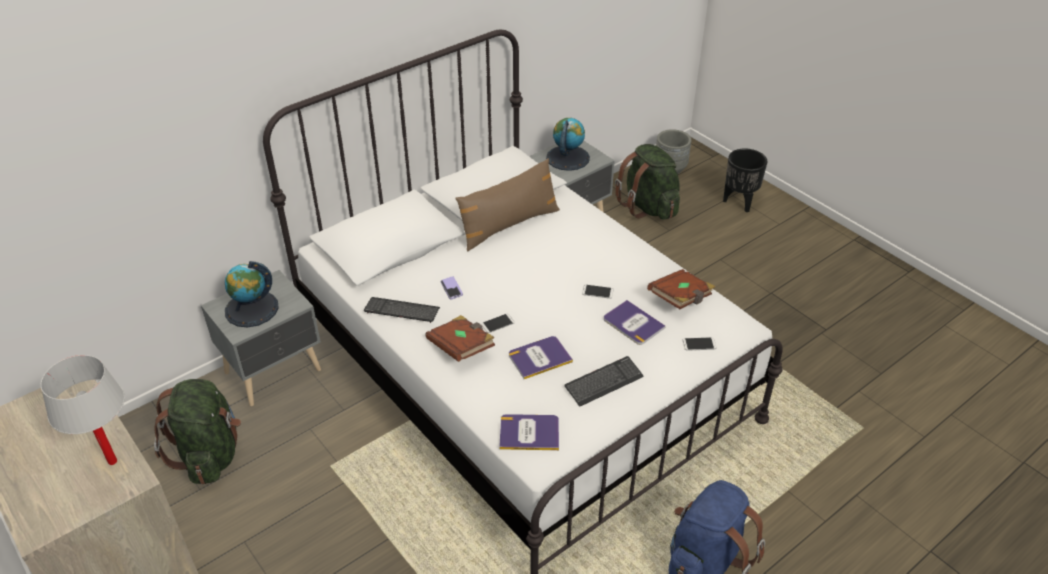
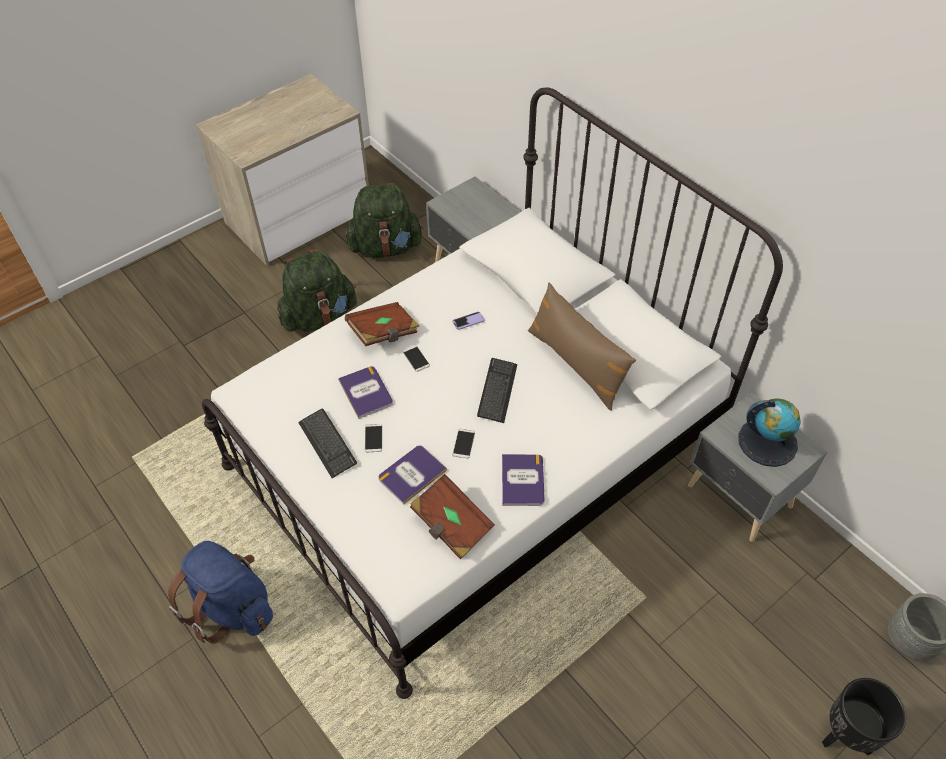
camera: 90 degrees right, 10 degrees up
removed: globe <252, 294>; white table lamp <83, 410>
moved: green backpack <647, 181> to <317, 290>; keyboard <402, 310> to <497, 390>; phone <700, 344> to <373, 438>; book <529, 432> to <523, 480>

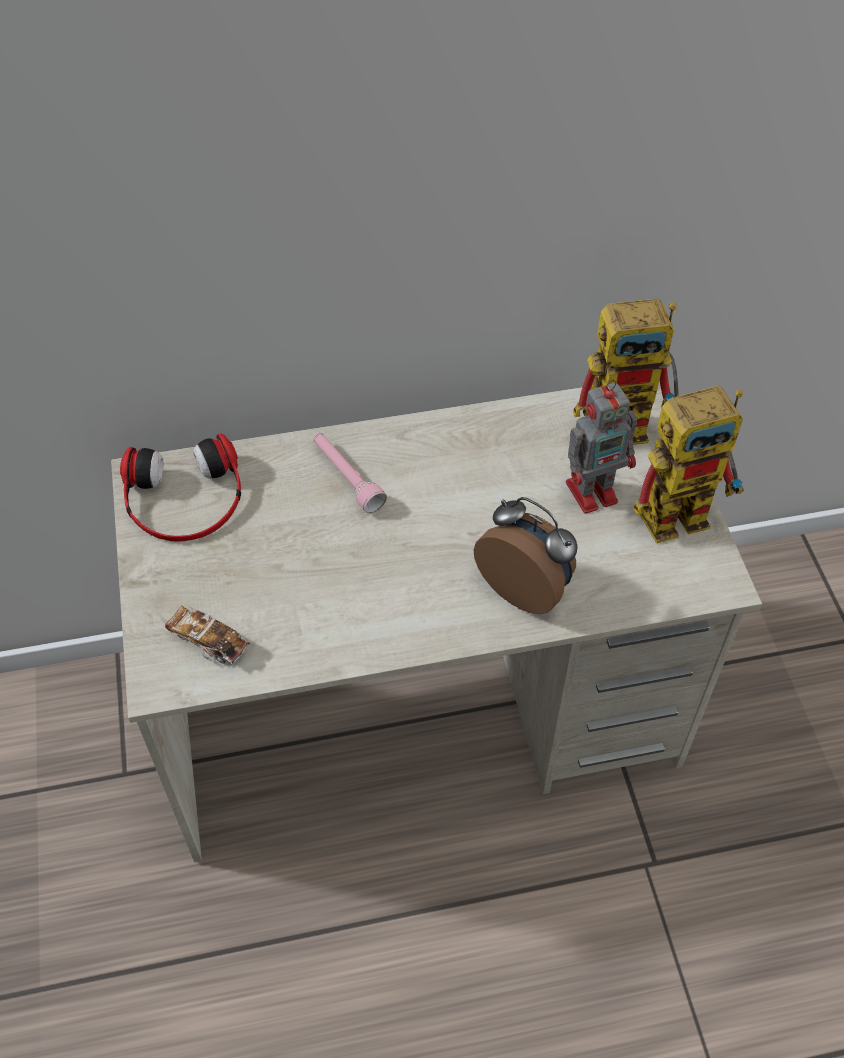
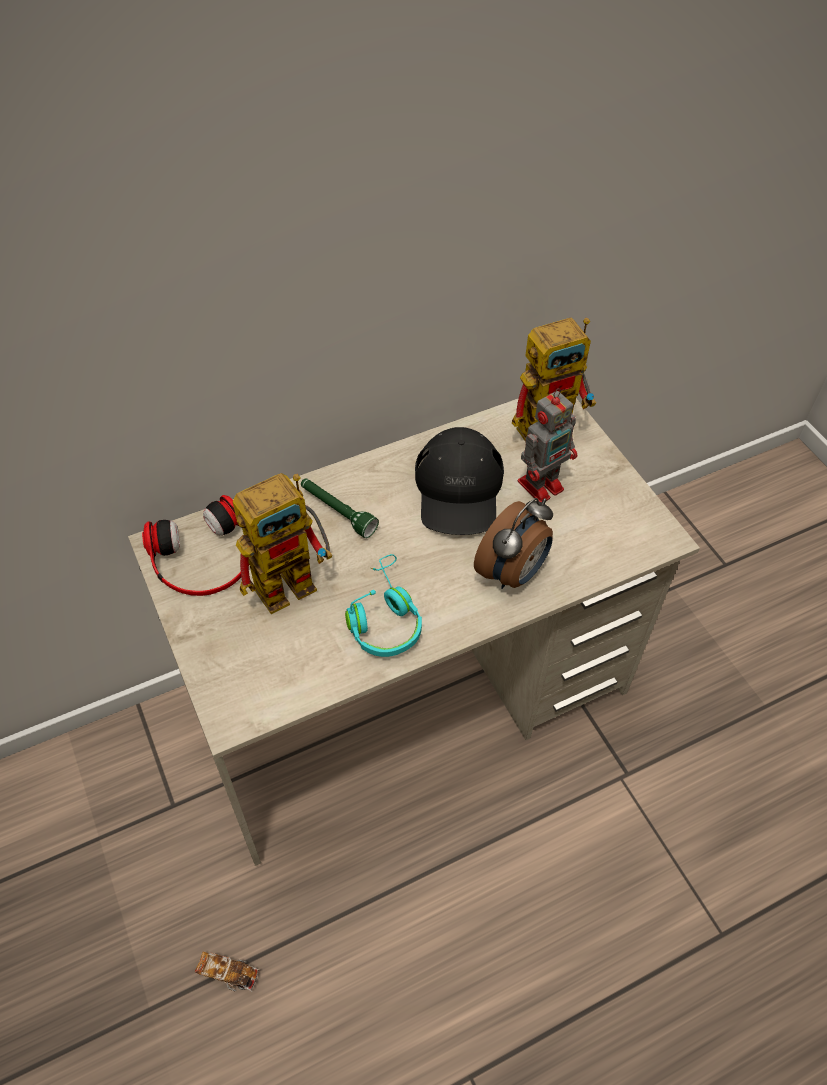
camera: 15 degrees left, 0 degrees up
added: black cap <459, 481>; turquoise headphones <383, 605>
moved: toy robot <688, 464> to <282, 543>; toy car <207, 635> to <227, 971>
recoloured: pink flashlight <350, 472> to green flashlight <340, 508>
turned: alarm clock <526, 555> = <513, 543> 105 degrees clockwise

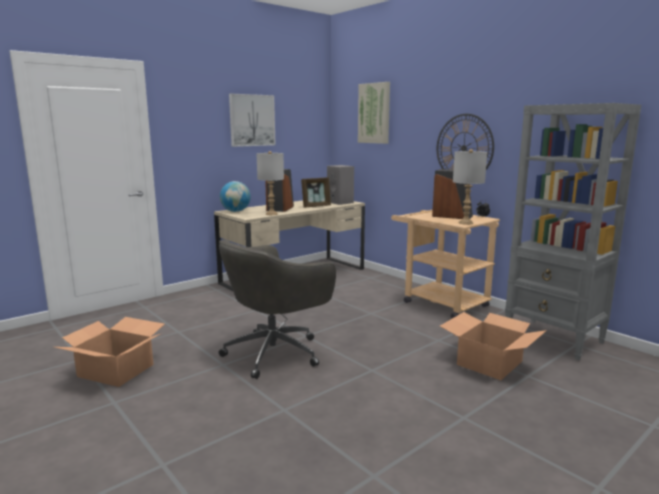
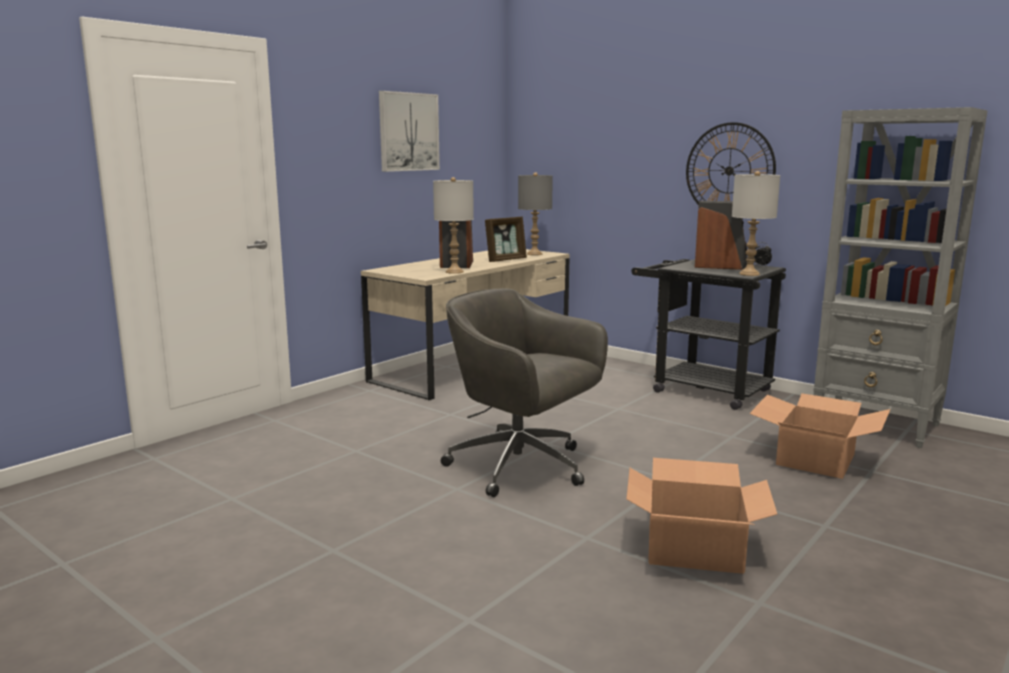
camera: 10 degrees left, 0 degrees up
removed: picture <374, 113>; globe <235, 196>
moved: cardboard box <110, 352> to <701, 516>
replaced: grey speaker <340, 185> to grey table lamp <535, 213>
recoloured: beige cart <445, 264> to black cart <708, 334>
turned: grey office chair <277, 309> = <524, 393> 90 degrees clockwise

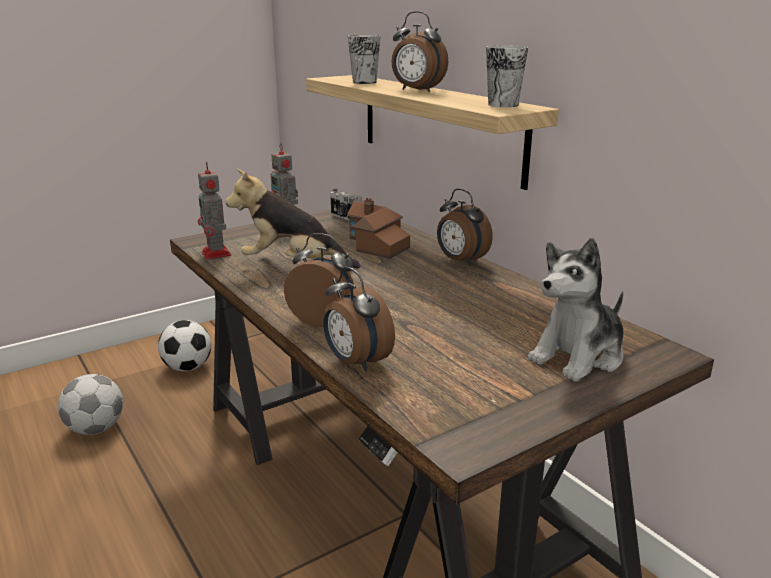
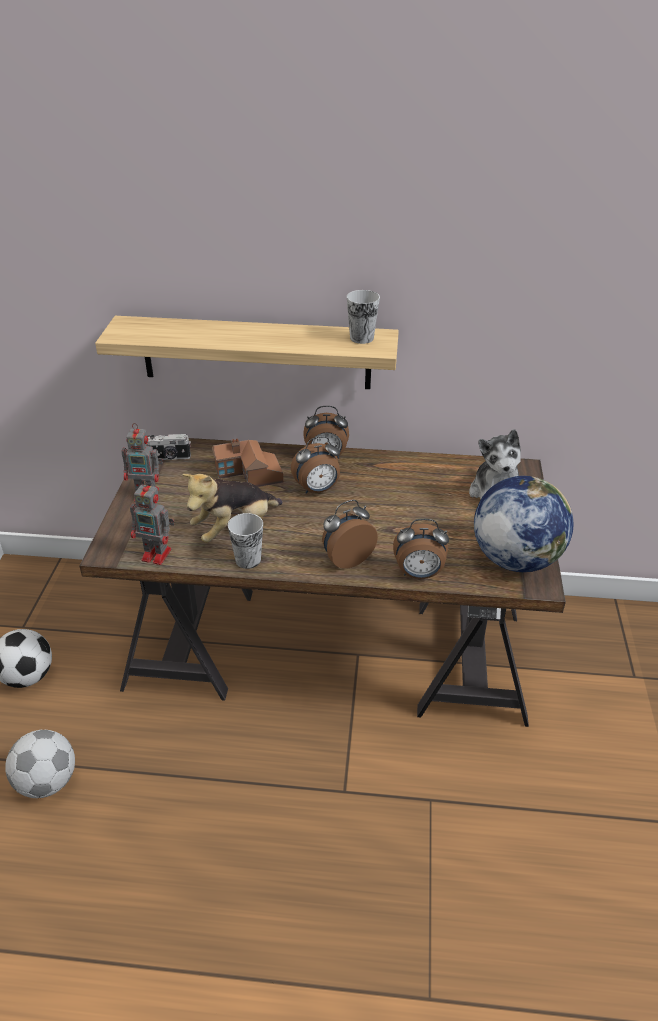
camera: 50 degrees left, 15 degrees up
added: globe <524, 524>
moved: alarm clock <419, 51> to <315, 465>; cup <364, 59> to <245, 541>

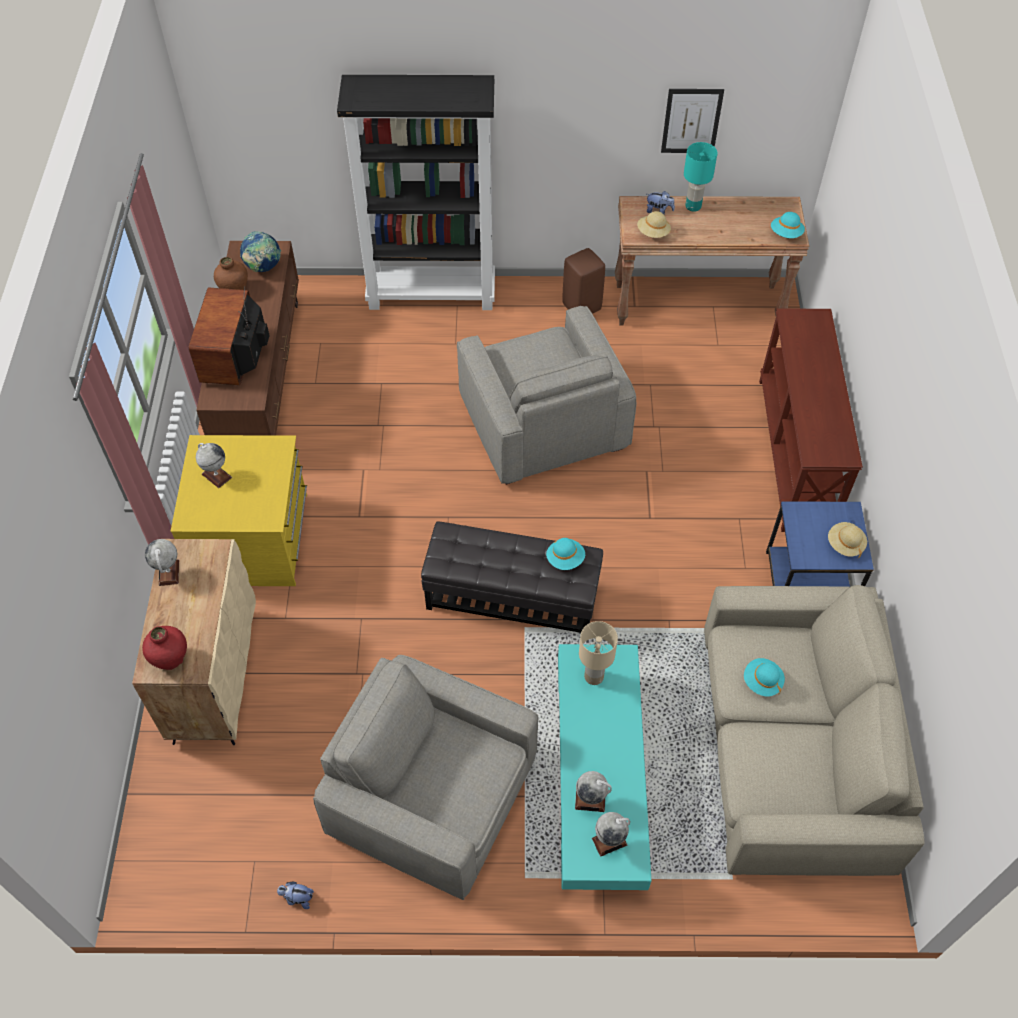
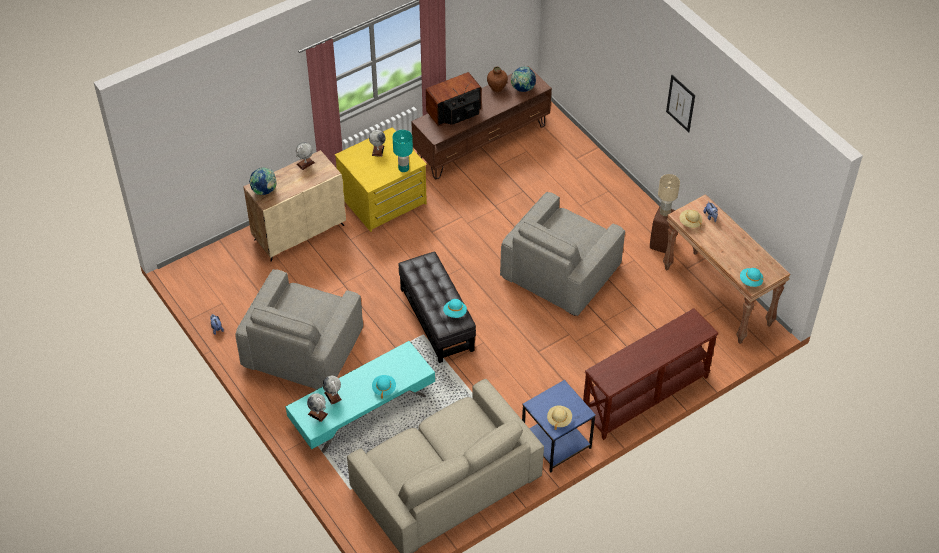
camera: 55 degrees right, 5 degrees down
removed: black bookcase <416, 192>
moved: picture <692, 121> to <680, 103>; turquoise table lamp <700, 177> to <403, 151>; beige table lamp <598, 653> to <669, 195>; turquoise hat <764, 677> to <384, 387>
replaced: red vase <164, 648> to globe <263, 181>
turned: grey armchair <426, 777> = <299, 329> 150 degrees counterclockwise

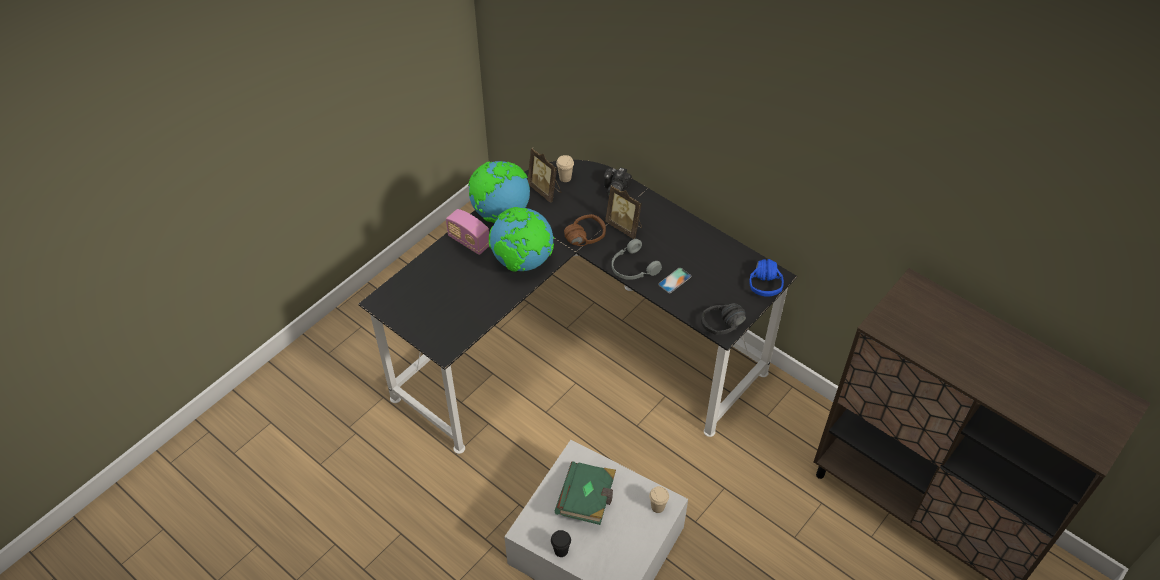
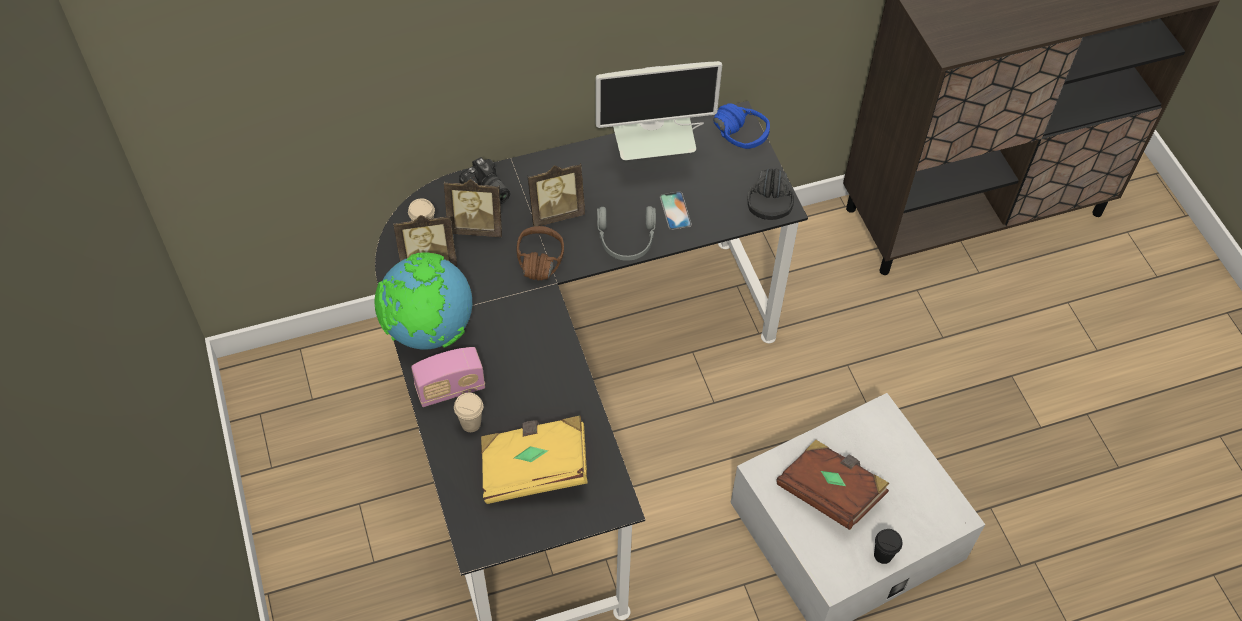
camera: 60 degrees left, 5 degrees up
removed: globe <521, 239>
added: monitor <659, 110>; picture frame <473, 208>; yellow book <534, 460>
moved: beige cup <659, 499> to <468, 412>
recoloured: green book <585, 493> to brown book <832, 485>

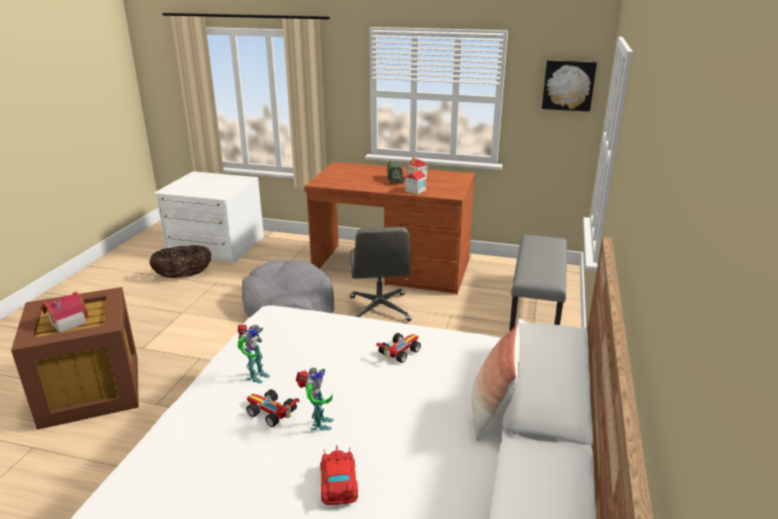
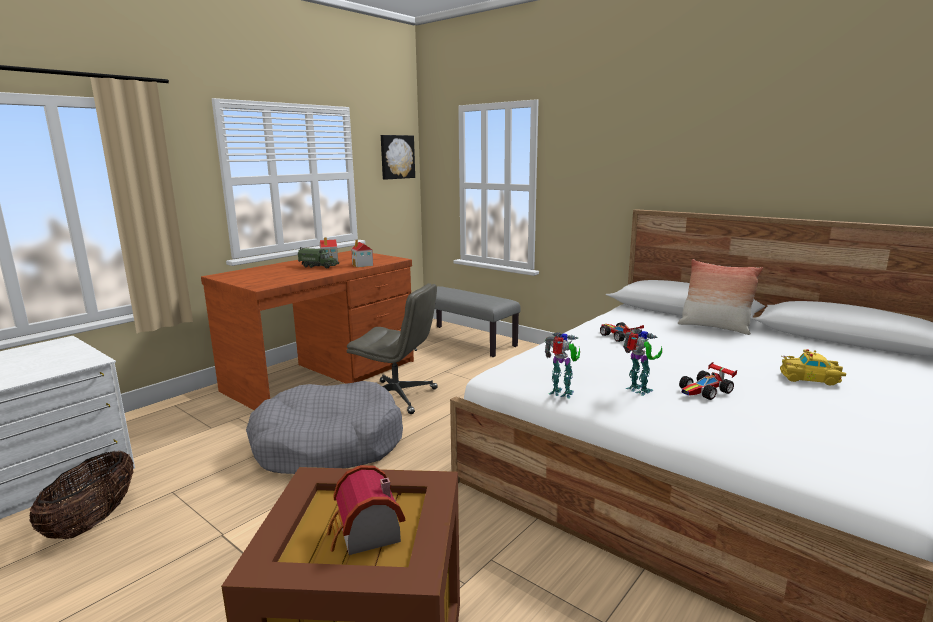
camera: 65 degrees left, 10 degrees down
moved: toy robot <315, 399> to <562, 365>
recoloured: red toy car <339, 475> to yellow toy car <813, 367>

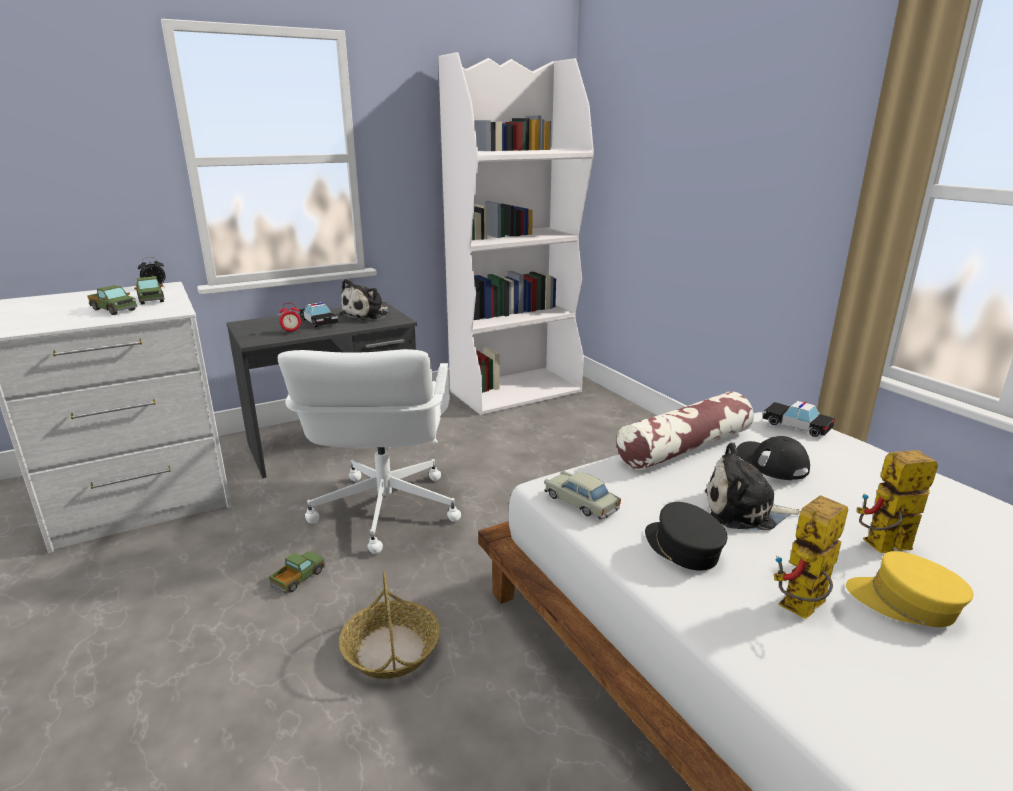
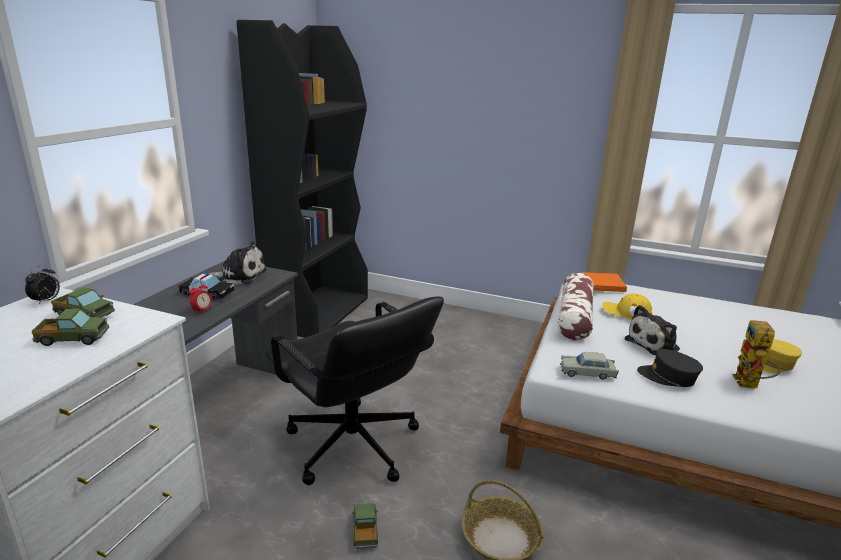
camera: 40 degrees left, 0 degrees up
removed: toy robot <897, 501>
replaced: toy car <799, 419> to orange book <603, 282>
recoloured: white bookcase <516, 233> to black bookcase <302, 179>; white office chair <369, 451> to black office chair <354, 390>; black cap <773, 458> to yellow cap <627, 306>
turned: plush toy <364, 299> = <238, 263> 75 degrees counterclockwise

